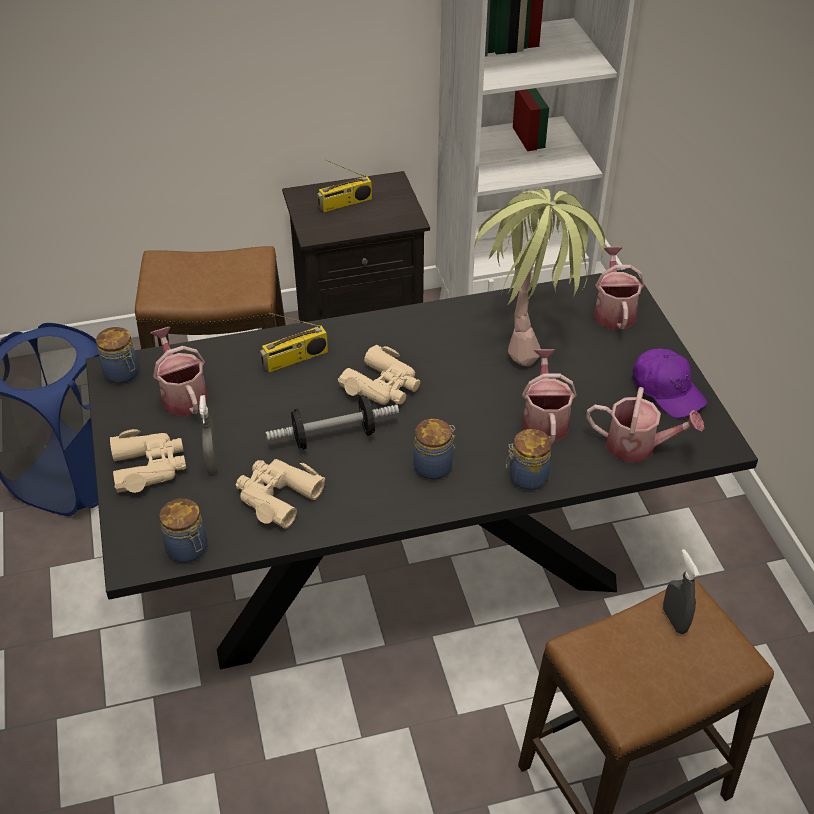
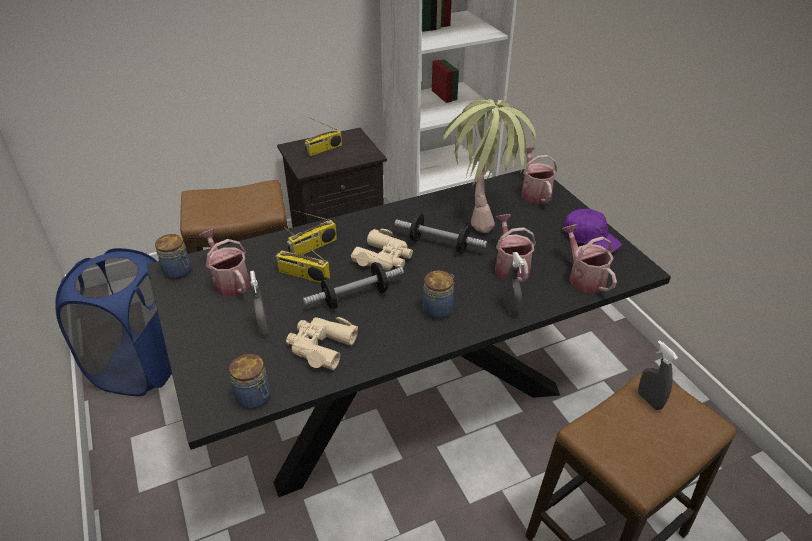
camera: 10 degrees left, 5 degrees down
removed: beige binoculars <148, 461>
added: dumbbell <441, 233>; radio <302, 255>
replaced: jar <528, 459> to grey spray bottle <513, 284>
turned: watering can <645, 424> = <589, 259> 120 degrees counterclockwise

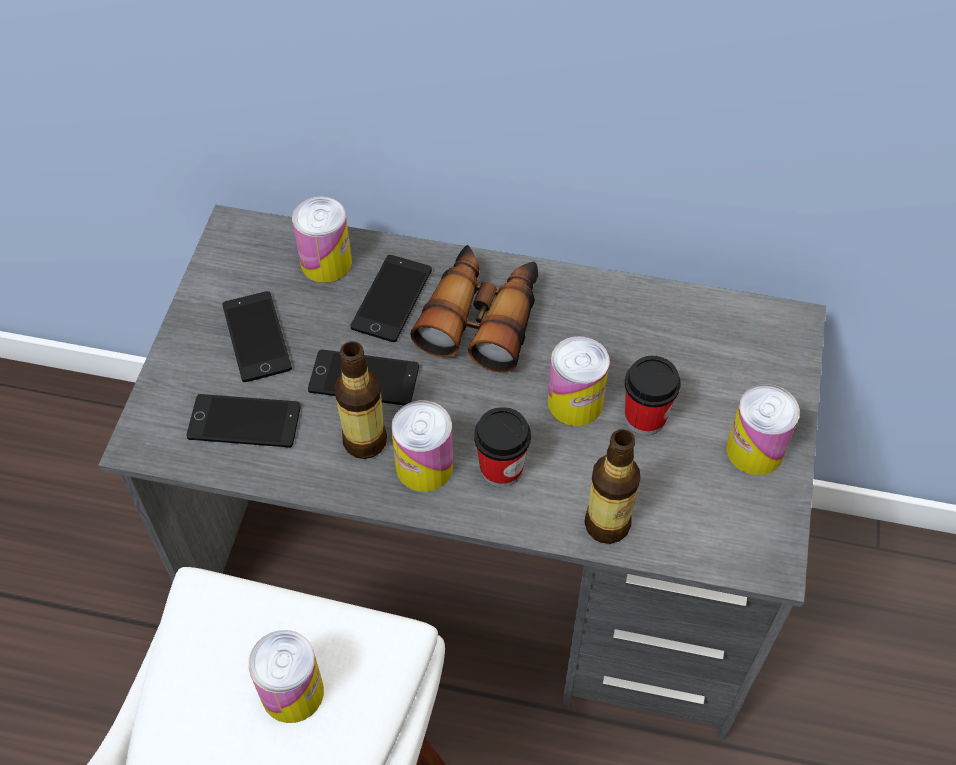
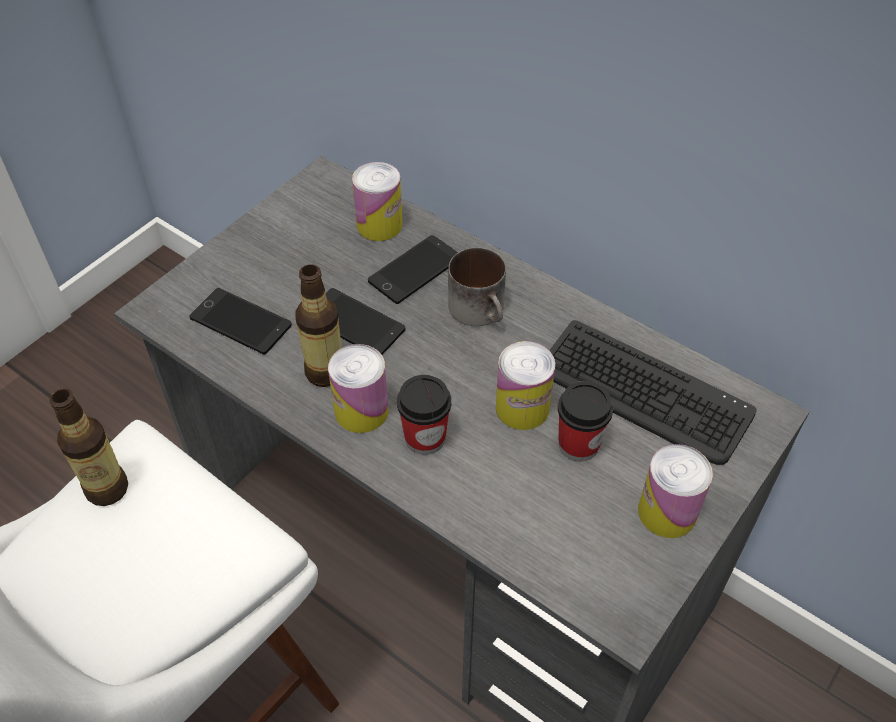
camera: 25 degrees right, 5 degrees down
removed: phone <257, 336>; can <286, 676>
added: keyboard <653, 392>
moved: bottle <612, 486> to <89, 447>
replaced: binoculars <474, 308> to mug <477, 287>

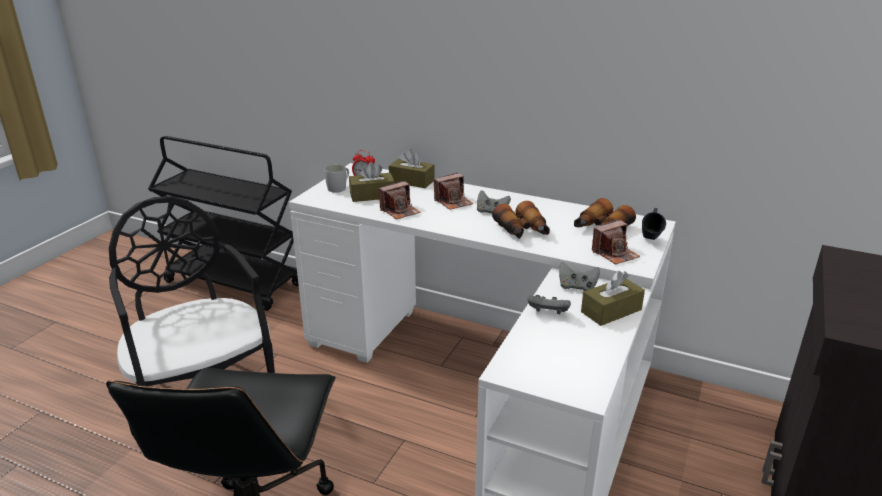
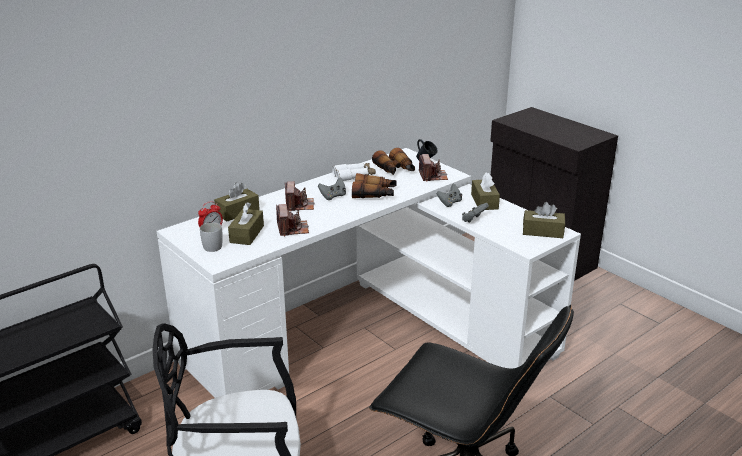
camera: 65 degrees left, 0 degrees up
added: white binoculars <354, 172>; brown tissue box <544, 220>

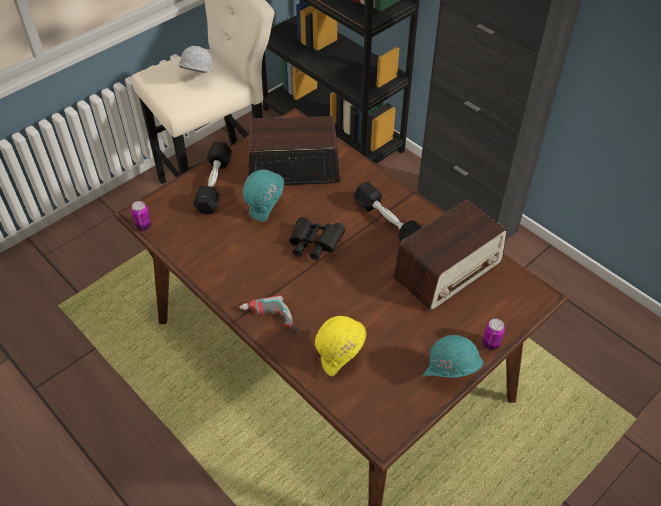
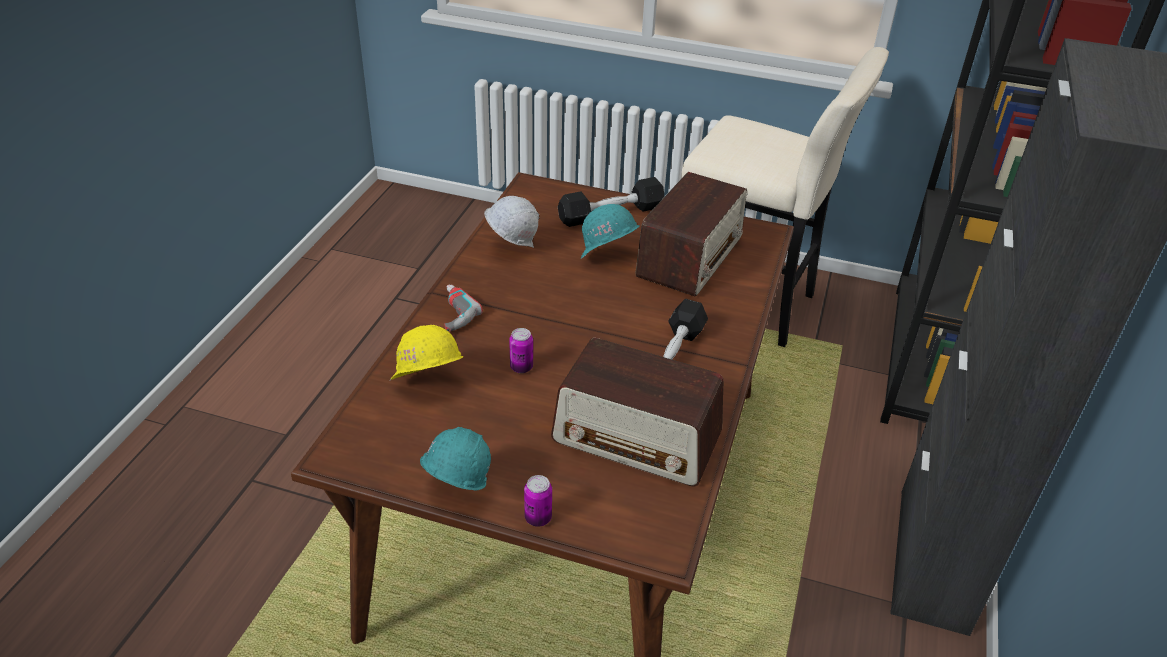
camera: 60 degrees right, 10 degrees down
removed: black binoculars <317, 238>
moved: white hard hat <195, 59> to <511, 222>; can <141, 216> to <521, 350>
turned: radio <294, 150> = <691, 234> 60 degrees clockwise

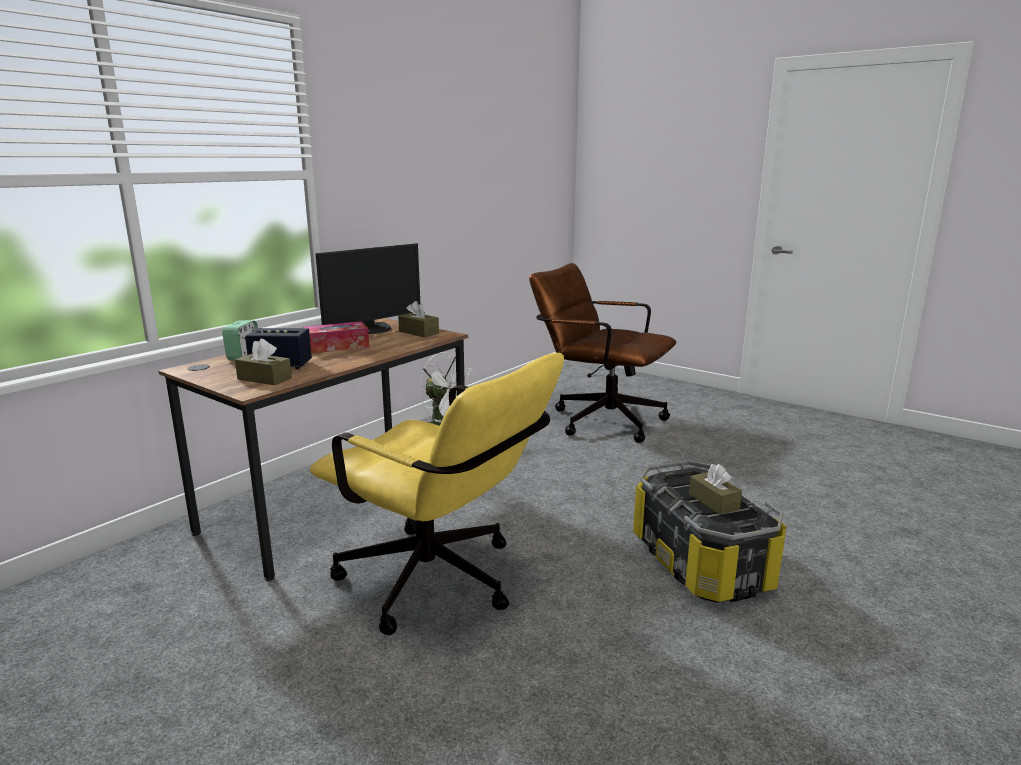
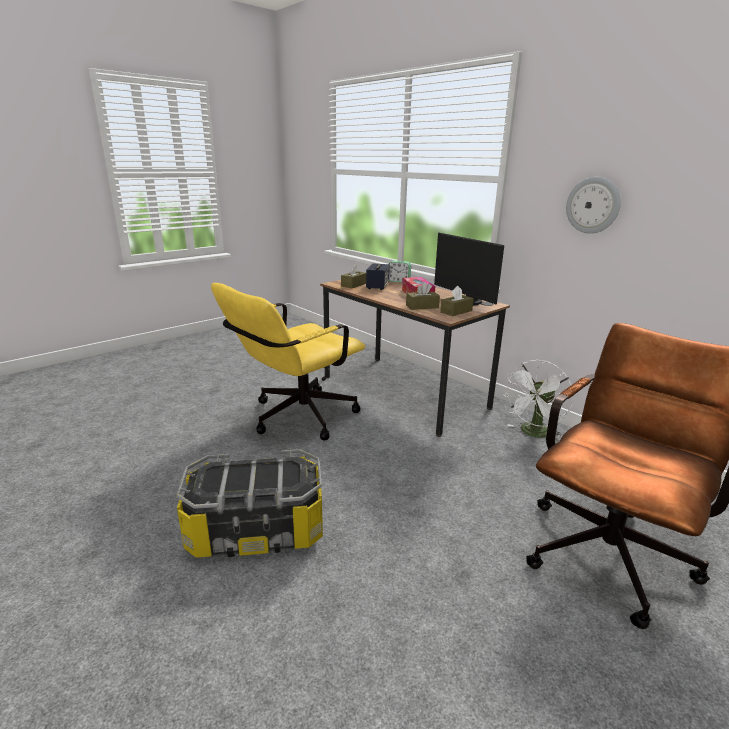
camera: 100 degrees right, 5 degrees up
added: wall clock <593, 205>
moved: brown tissue box <715, 489> to <423, 296>

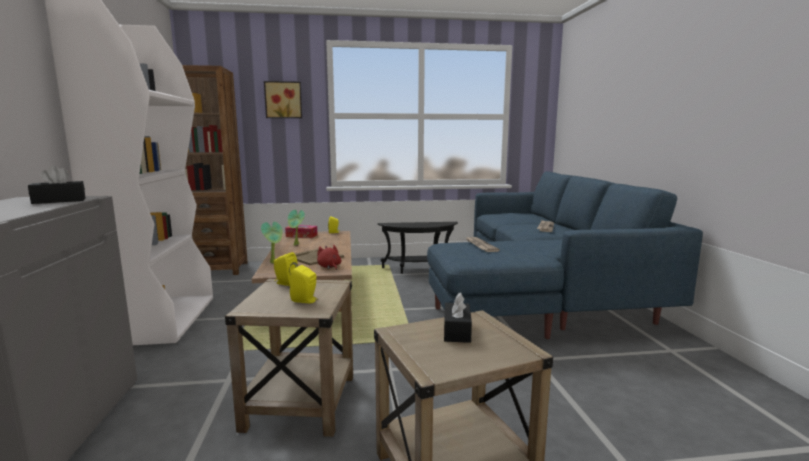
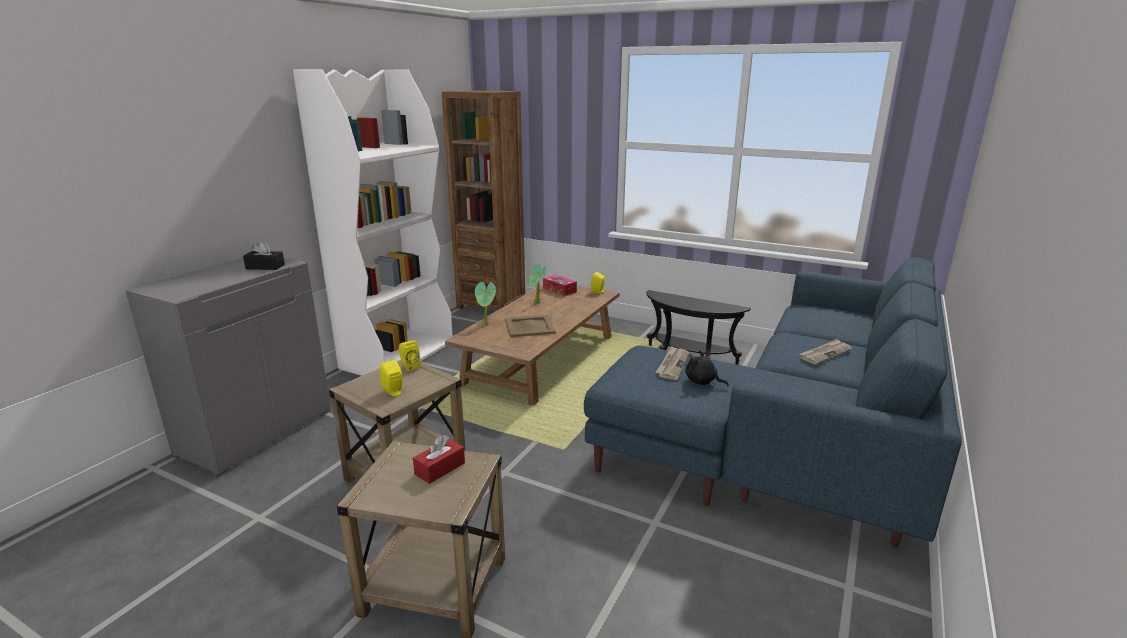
camera: 35 degrees right, 10 degrees up
removed: picture <283, 99>; red plush toy <329, 257>
added: black plush toy <707, 368>
recoloured: black tissue box <458, 318> to red tissue box <439, 459>

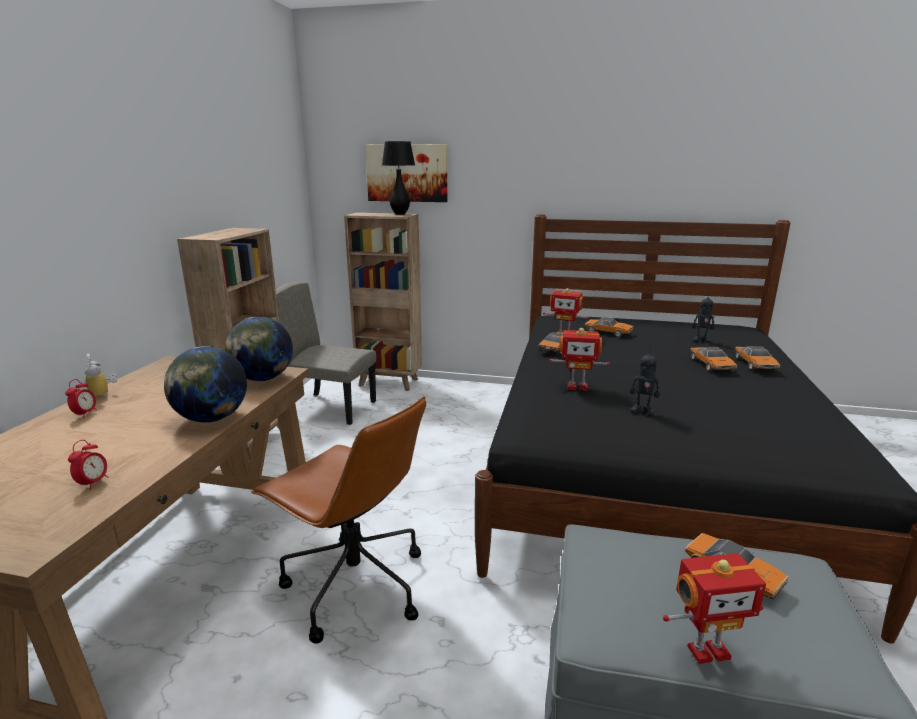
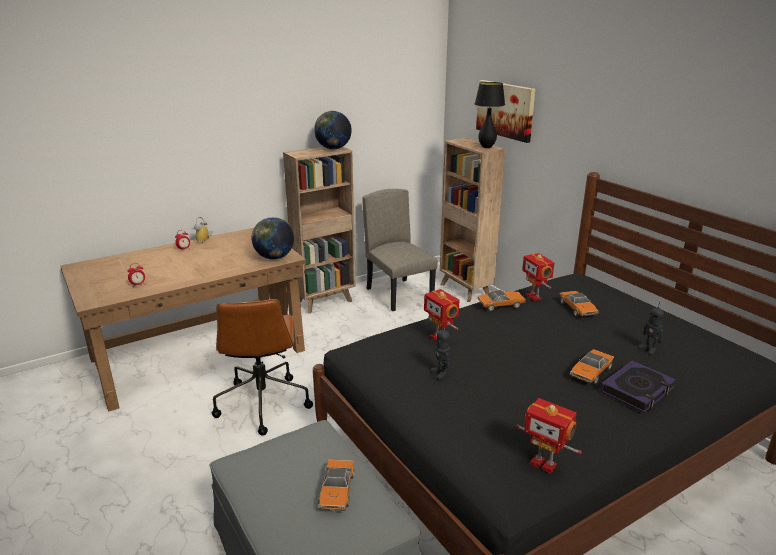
camera: 45 degrees right, 5 degrees up
moved: globe <205, 384> to <333, 130>; toy robot <714, 608> to <549, 435>
replaced: toy car <758, 358> to book <638, 387>

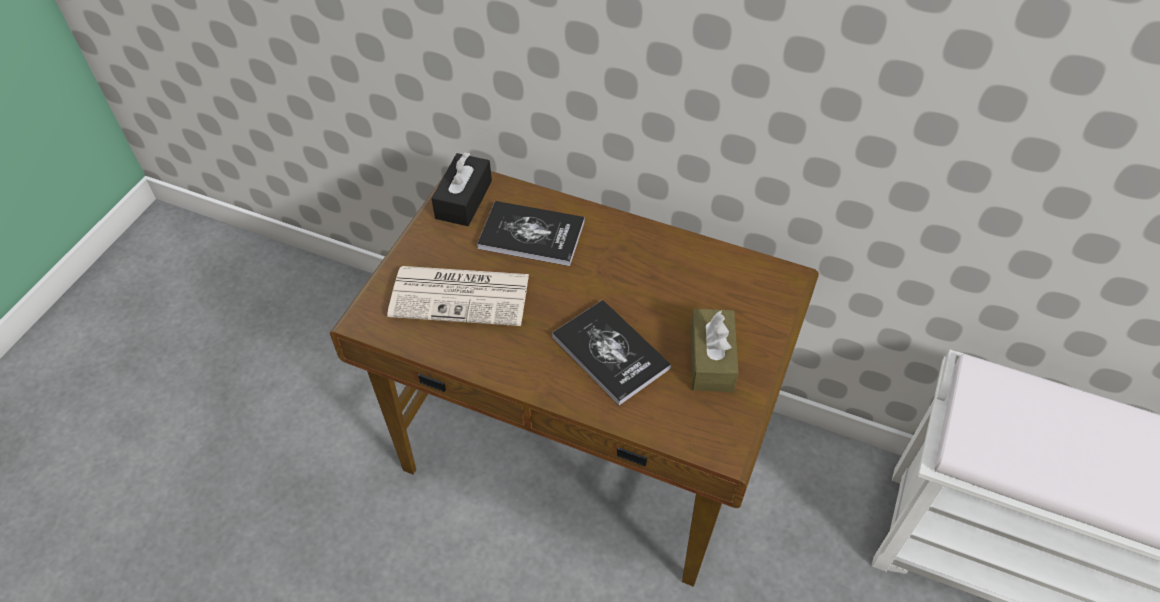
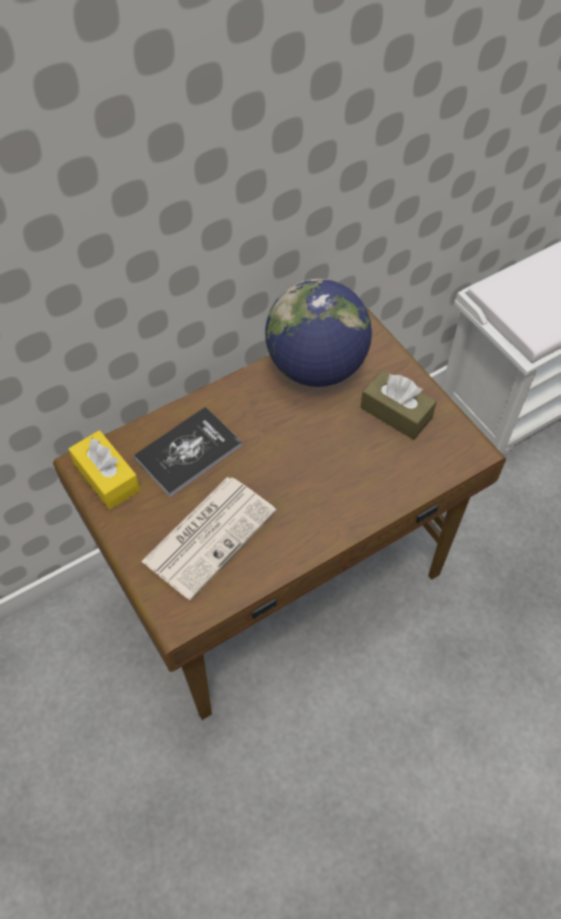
camera: 55 degrees left, 5 degrees up
removed: book <611, 352>
added: globe <318, 333>
recoloured: black tissue box <461, 189> to yellow tissue box <104, 469>

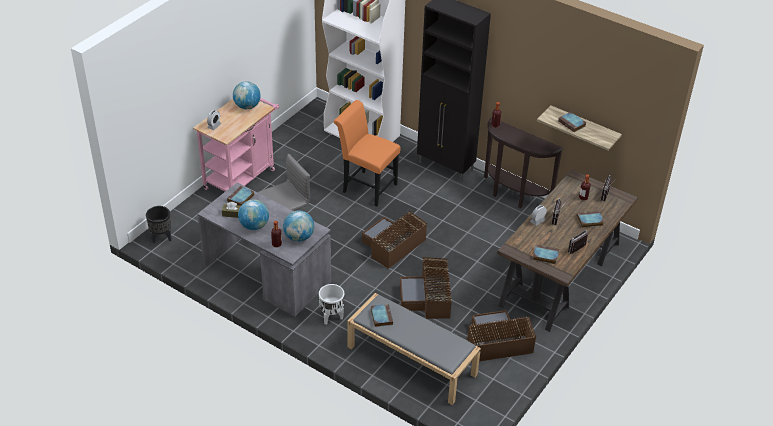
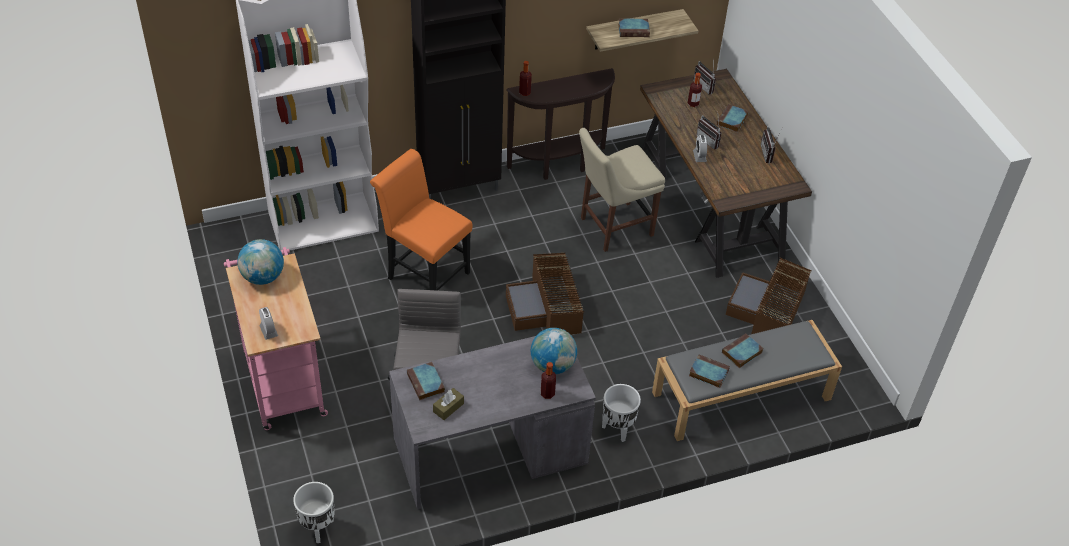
camera: 55 degrees left, 5 degrees up
removed: globe <253, 214>; brown storage box <426, 288>
added: beige chair <622, 190>
moved: book <545, 254> to <742, 351>
recoloured: black planter <159, 224> to white planter <313, 512>
turned: orange chair <367, 153> = <421, 220> 60 degrees clockwise

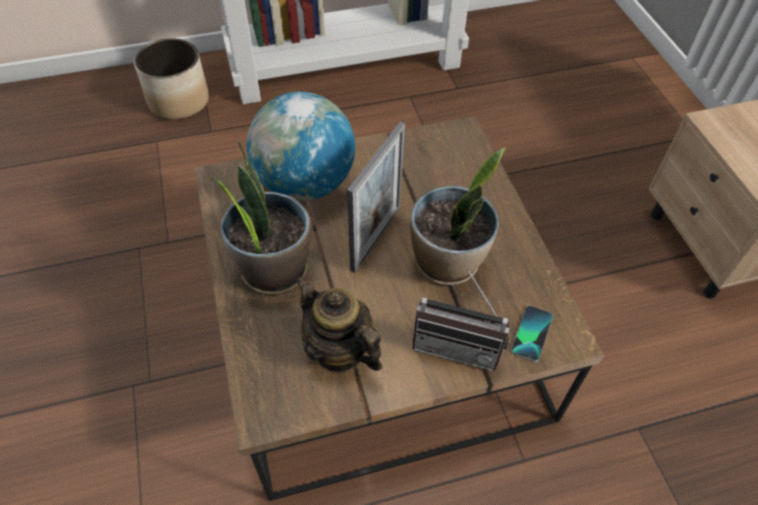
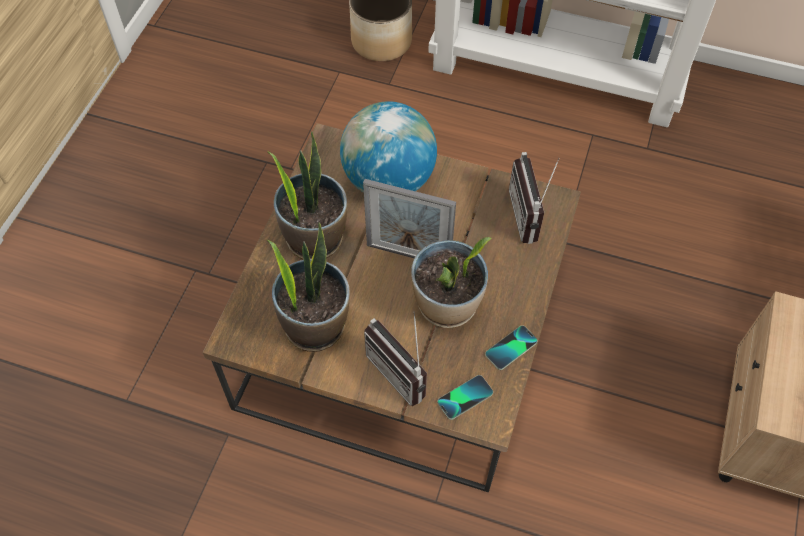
camera: 35 degrees right, 5 degrees up
added: radio <534, 198>; phone <511, 347>
replaced: teapot <338, 324> to potted plant <308, 287>
turned: picture frame <376, 197> = <409, 218> 45 degrees clockwise

